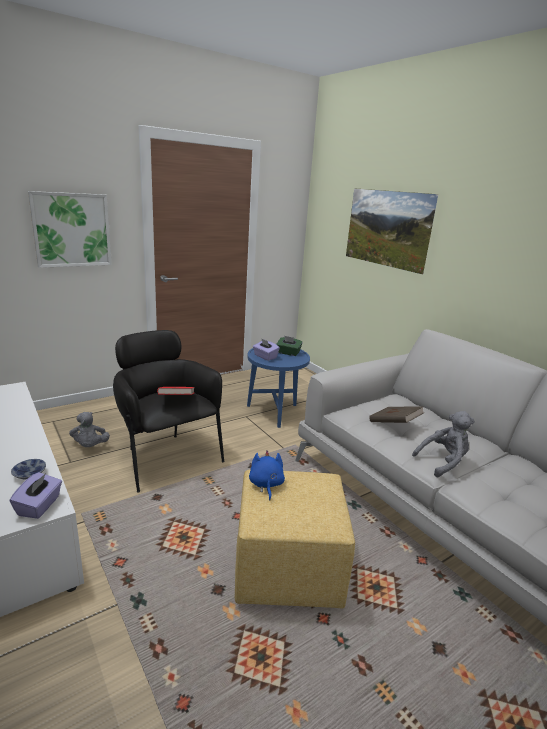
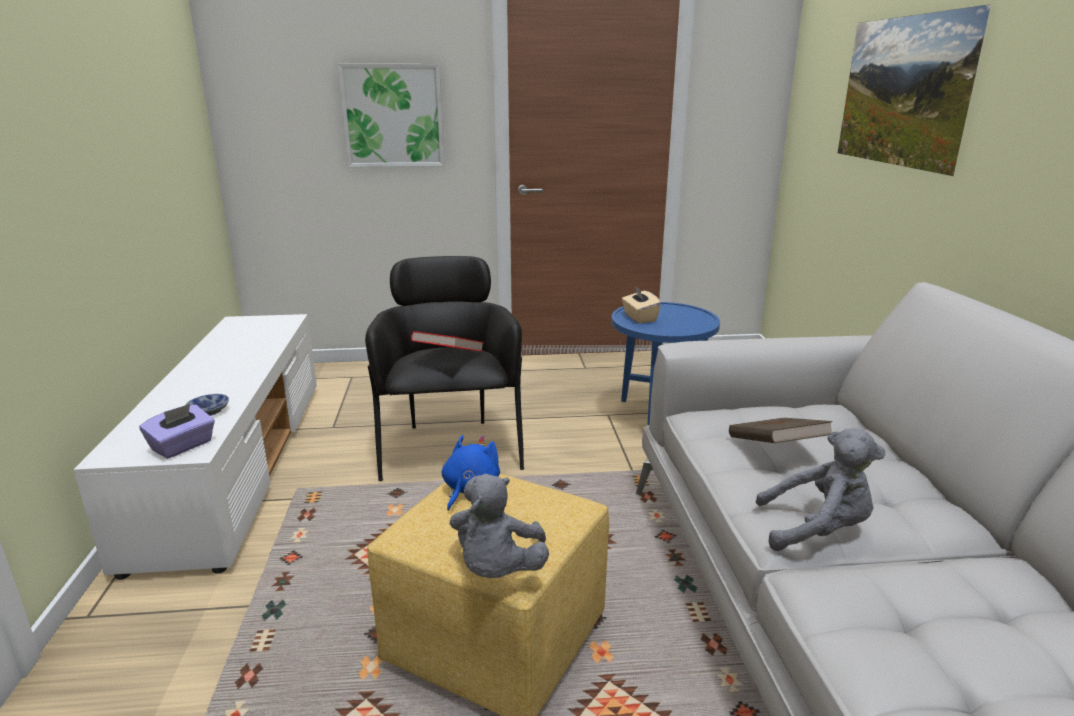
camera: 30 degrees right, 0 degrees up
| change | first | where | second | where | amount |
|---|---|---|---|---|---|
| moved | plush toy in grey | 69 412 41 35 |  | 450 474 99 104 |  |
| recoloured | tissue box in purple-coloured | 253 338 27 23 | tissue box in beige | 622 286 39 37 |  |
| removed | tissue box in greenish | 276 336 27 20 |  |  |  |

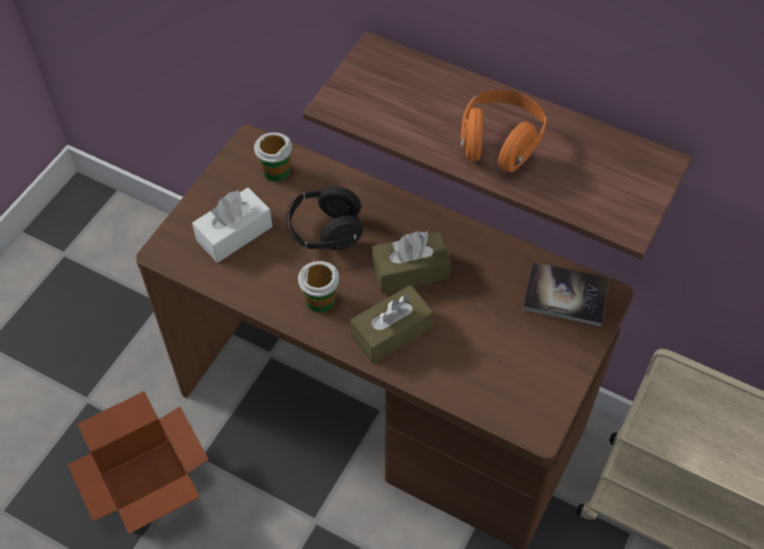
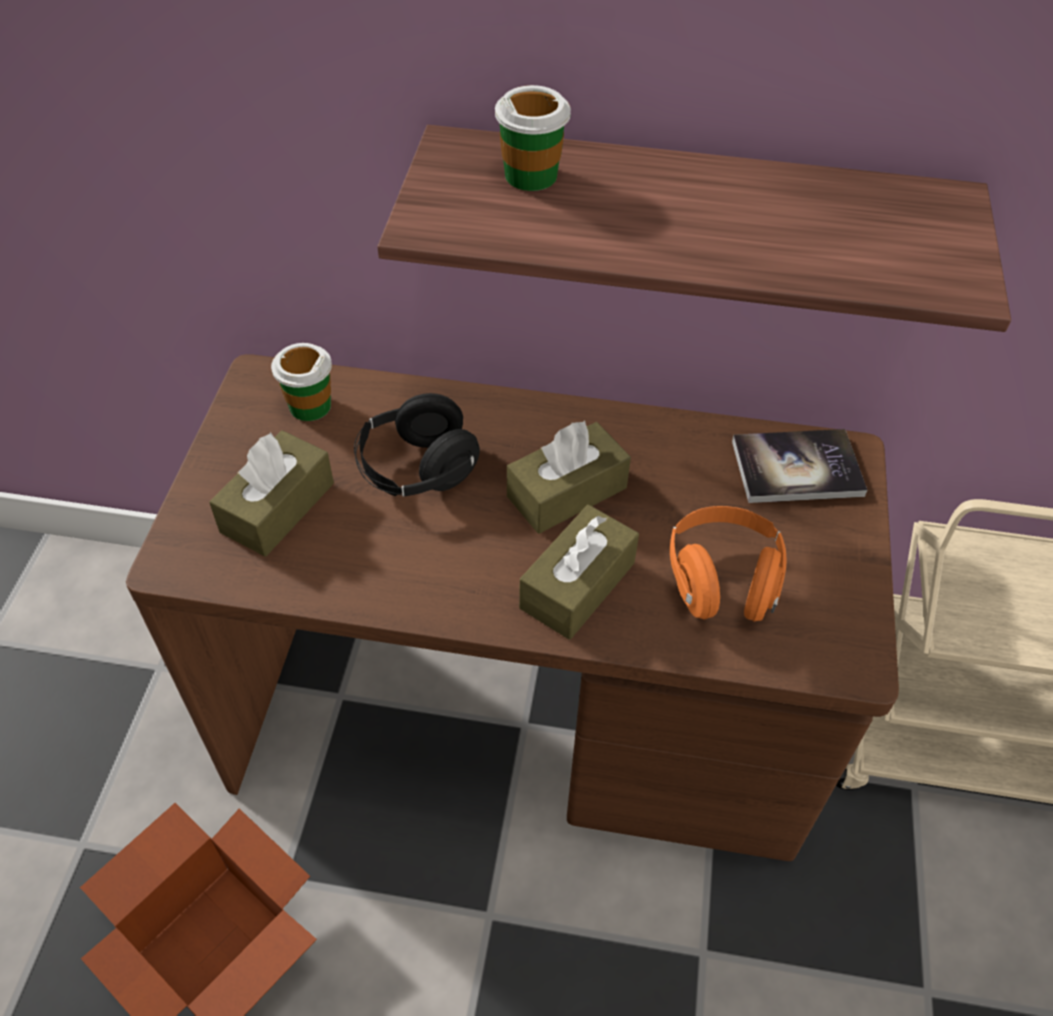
camera: 20 degrees left, 5 degrees down
| change | first | where | second | where | amount |
|---|---|---|---|---|---|
| recoloured | tissue box in white-coloured | 192 187 80 76 | tissue box in brown-coloured | 209 430 125 126 |  |
| moved | drinking cup | 298 261 42 52 |  | 495 85 76 106 |  |
| moved | pair of headphones in orange-coloured | 461 90 86 82 |  | 670 506 116 116 |  |

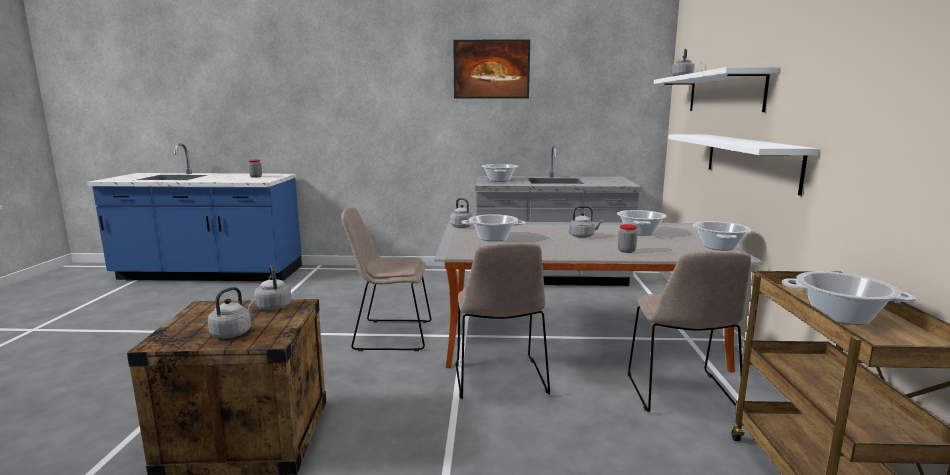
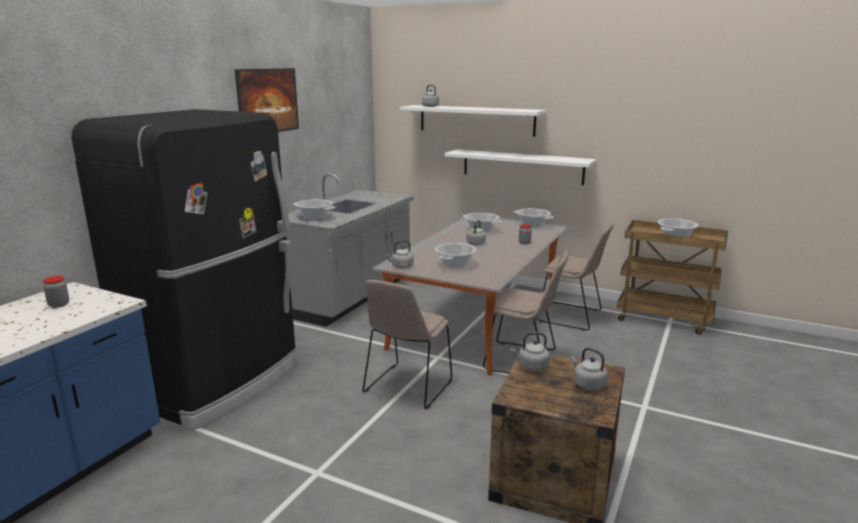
camera: 65 degrees left, 5 degrees up
| change | first | where | second | where | amount |
|---|---|---|---|---|---|
| added |  |  | kitchen fridge in black-coloured | 72 109 226 321 |  |

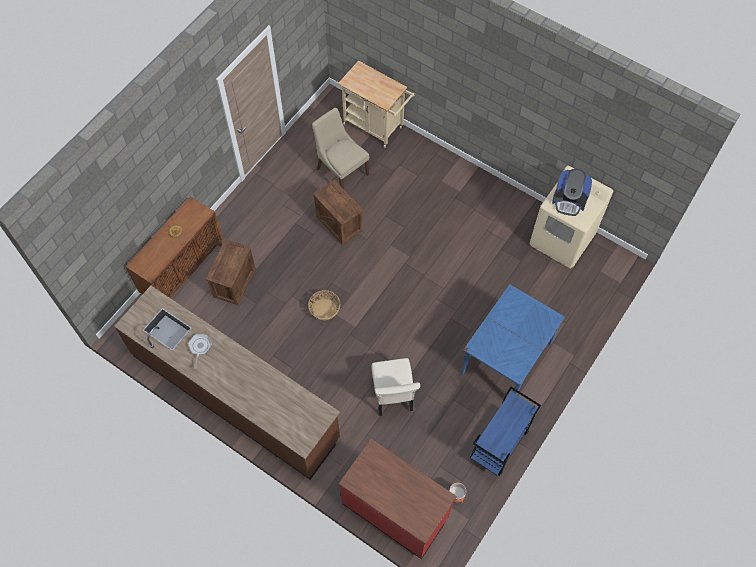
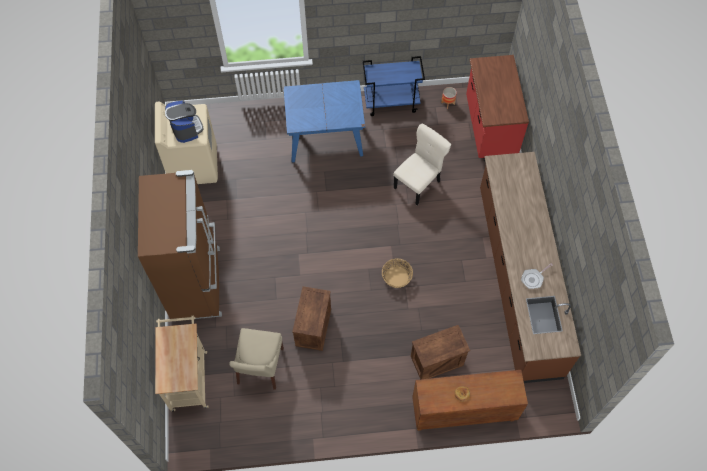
camera: 130 degrees left, 0 degrees up
| change | first | where | second | where | amount |
|---|---|---|---|---|---|
| added |  |  | kitchen fridge in brown-coloured | 138 170 84 149 |  |

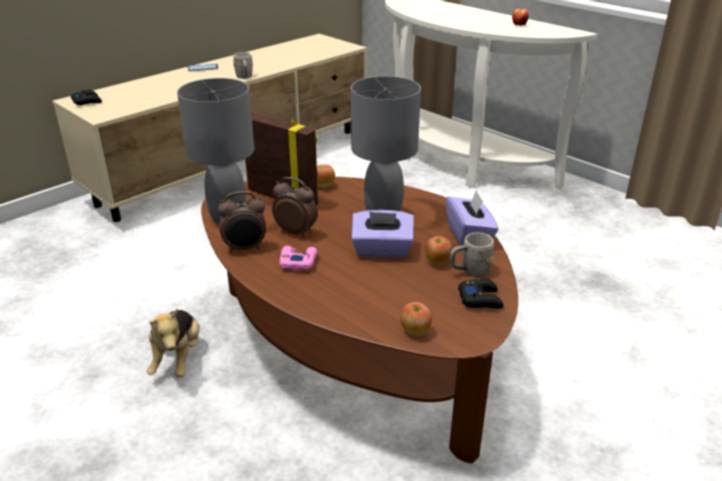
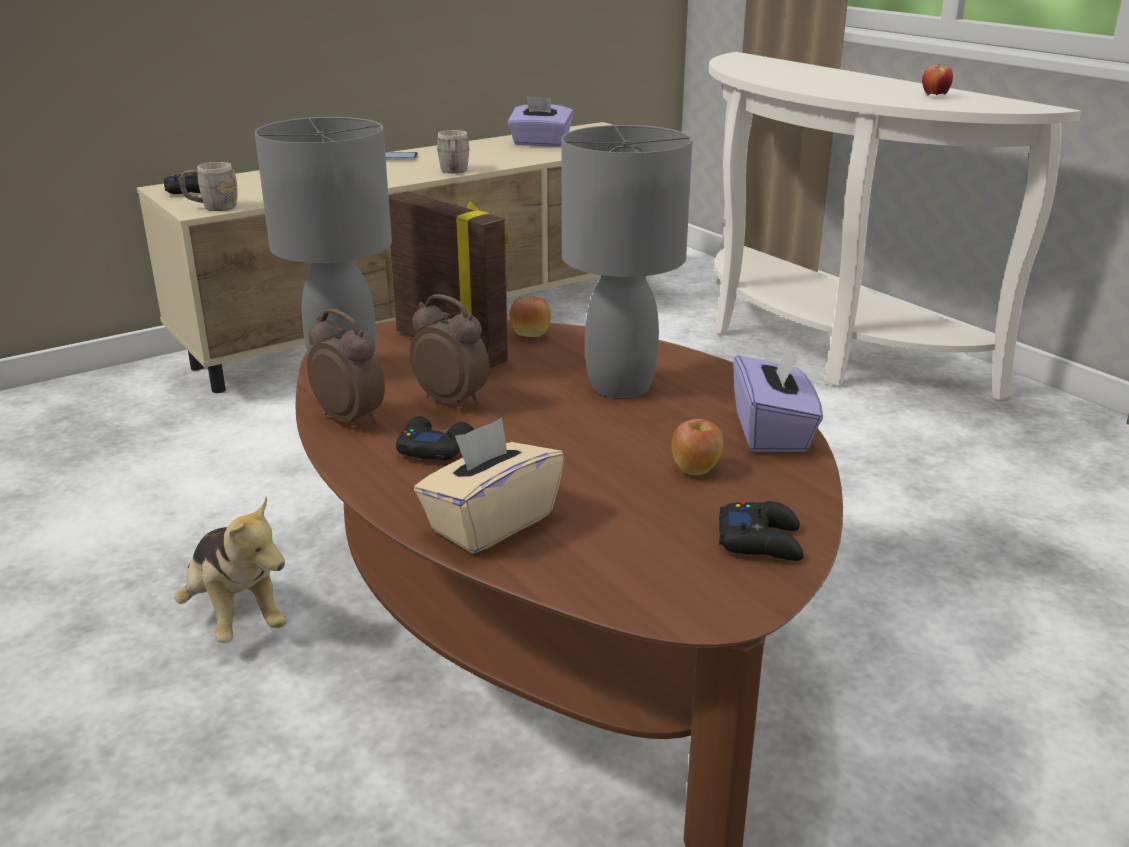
camera: 10 degrees right, 5 degrees down
| change | first | where | second | where | amount |
|---|---|---|---|---|---|
| turned | plush toy | 147 309 53 69 |  | 174 496 113 147 | 45 degrees counterclockwise |
| turned | table clock | 218 191 48 62 |  | 307 309 78 120 | 135 degrees counterclockwise |
| recoloured | joypad in pinkish | 279 246 39 24 | joypad in black-coloured | 396 417 78 43 |  |
| moved | tissue box in purple-coloured | 351 210 63 48 |  | 508 96 65 51 |  |
| removed | apple | 400 302 32 34 |  |  |  |
| moved | coffee mug in grey | 450 233 44 44 |  | 179 162 58 49 |  |
| added |  |  | tissue box in beige | 414 418 150 136 |  |

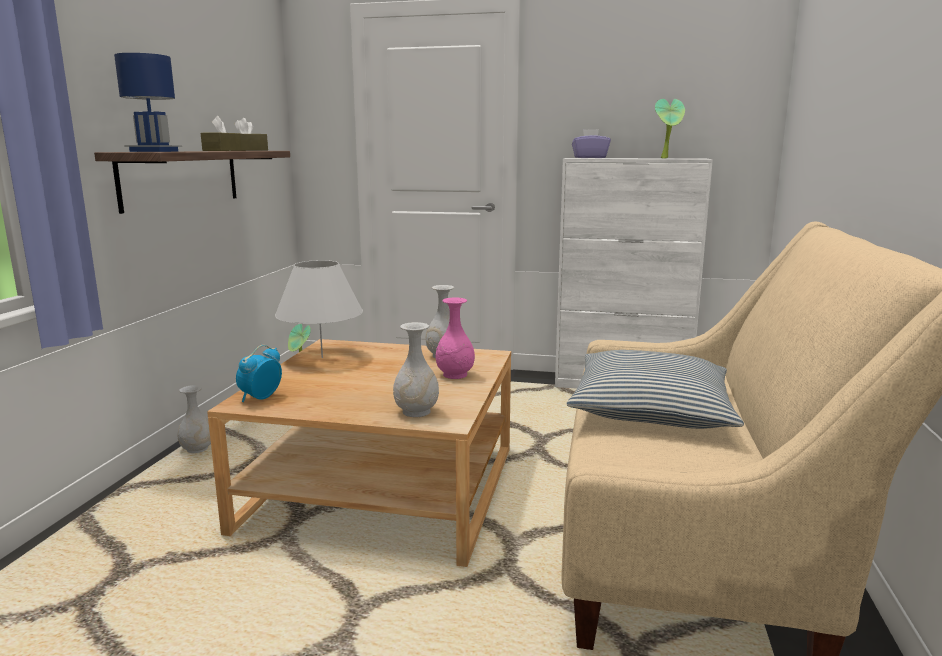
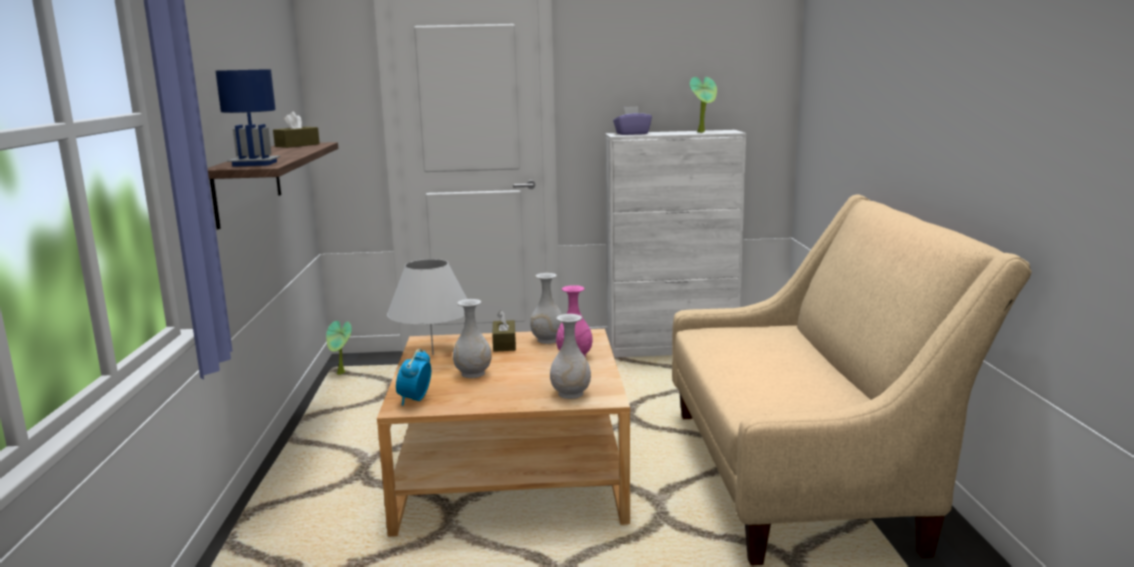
camera: 15 degrees left, 0 degrees up
| change | first | where | second | where | amount |
|---|---|---|---|---|---|
| moved | decorative vase in white-coloured | 178 385 33 68 |  | 453 299 39 79 |  |
| moved | tissue box in brown-coloured | 201 116 41 35 |  | 492 310 24 42 |  |
| removed | pillow | 567 350 177 79 |  |  |  |

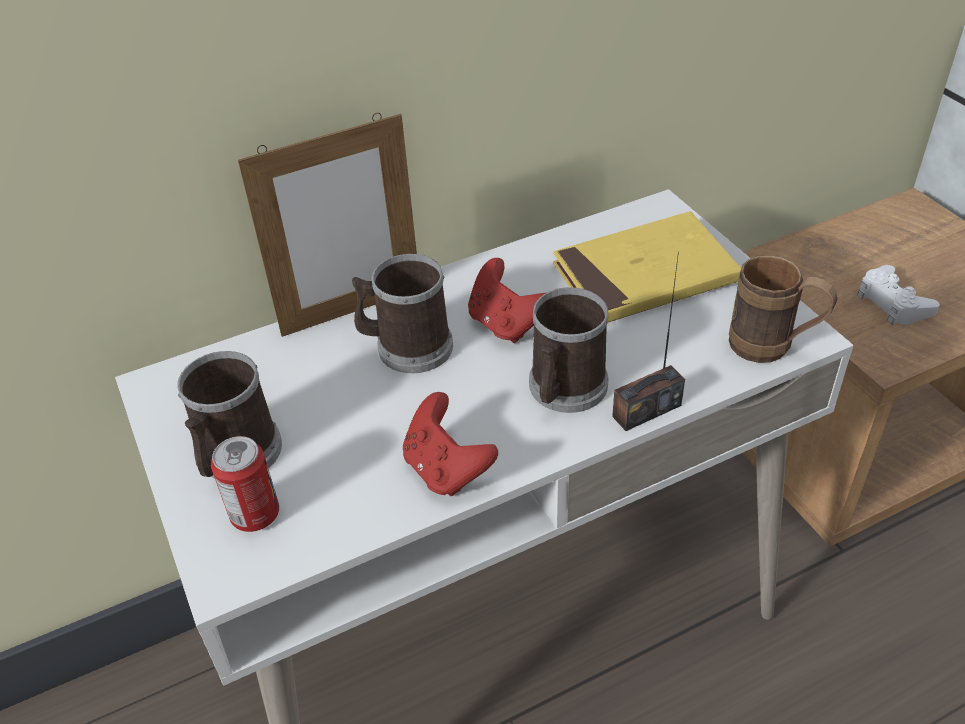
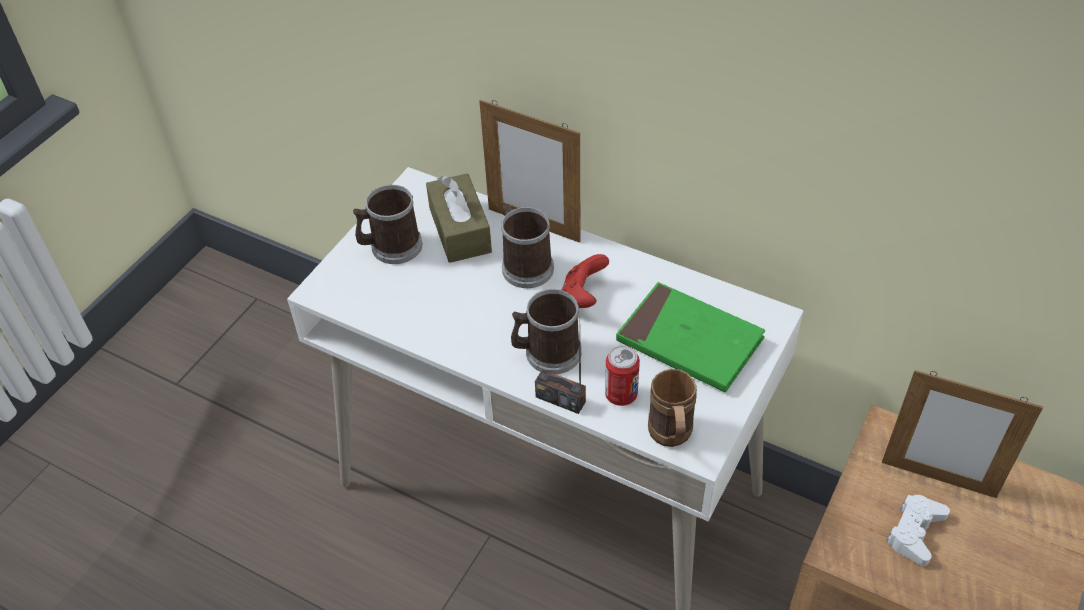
camera: 55 degrees right, 5 degrees up
| change | first | where | second | where | amount |
|---|---|---|---|---|---|
| moved | metal can | 211 436 68 96 |  | 605 346 35 60 |  |
| removed | joypad in reddish | 403 392 95 104 |  |  |  |
| recoloured | volume in yellowish | 553 211 189 111 | volume in greenish | 616 282 149 110 |  |
| added |  |  | tissue box in brown-coloured | 426 173 66 90 |  |
| added |  |  | picture frame | 882 370 161 128 |  |

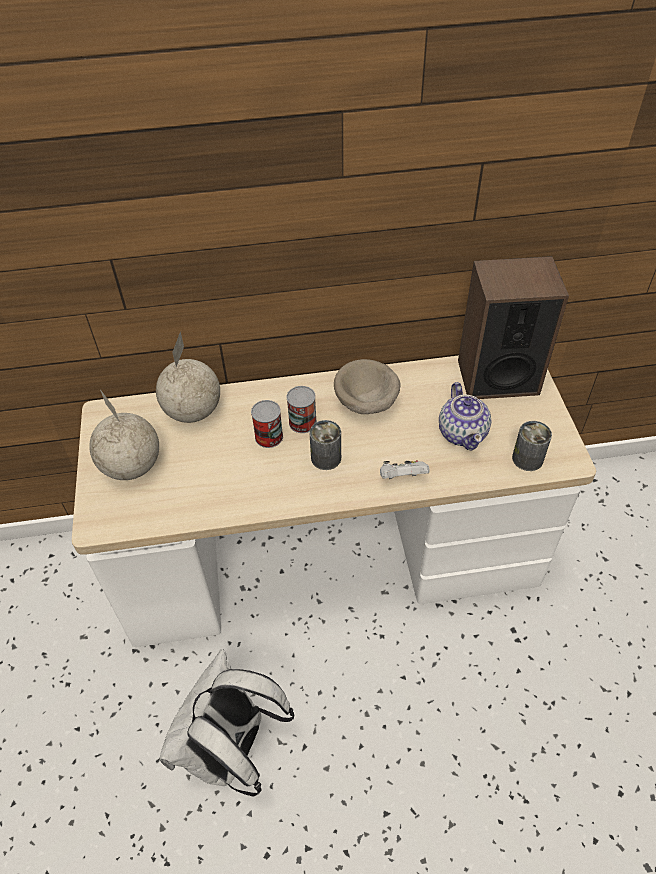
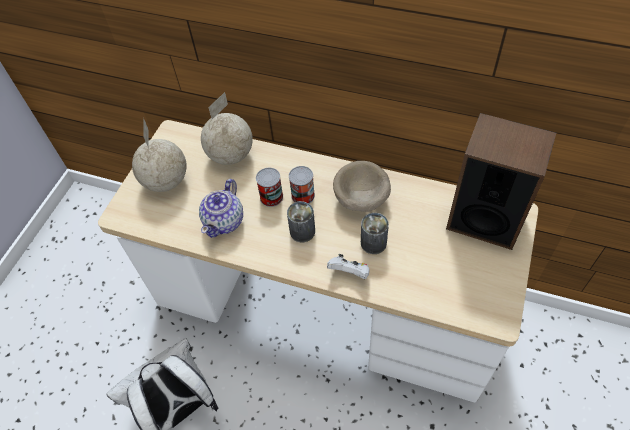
camera: 30 degrees right, 5 degrees up
| change | first | where | second | where | amount |
|---|---|---|---|---|---|
| moved | pot for tea | 439 382 52 69 |  | 199 179 44 59 |  |
| moved | metal can | 512 421 40 50 |  | 361 213 28 41 |  |

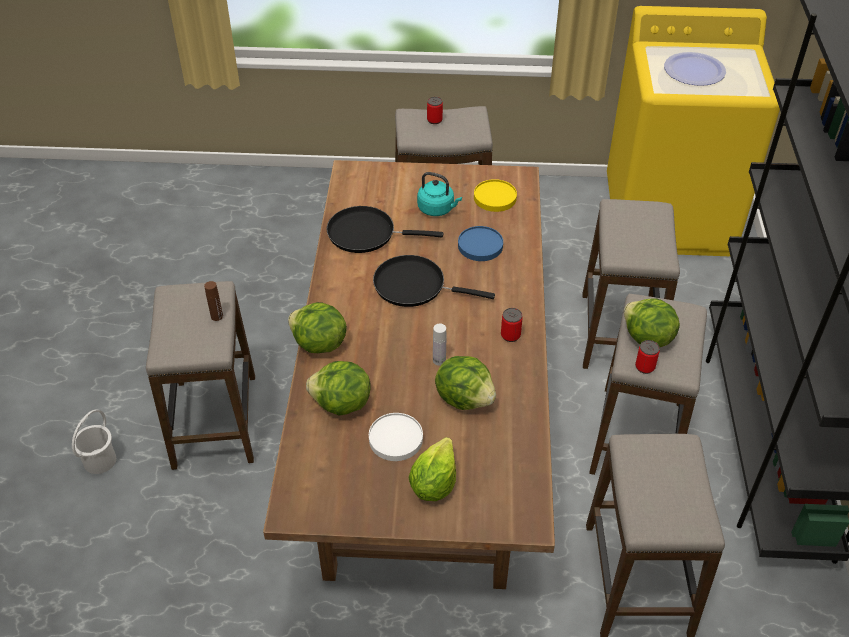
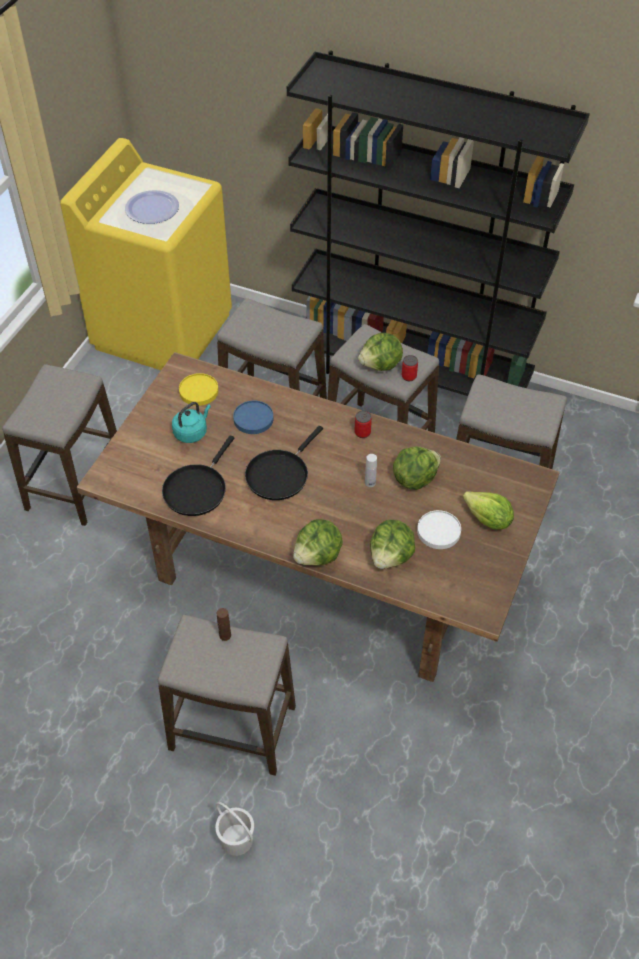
camera: 70 degrees left, 5 degrees up
| change | first | where | second | where | amount |
|---|---|---|---|---|---|
| removed | metal can | 427 97 16 27 |  |  |  |

